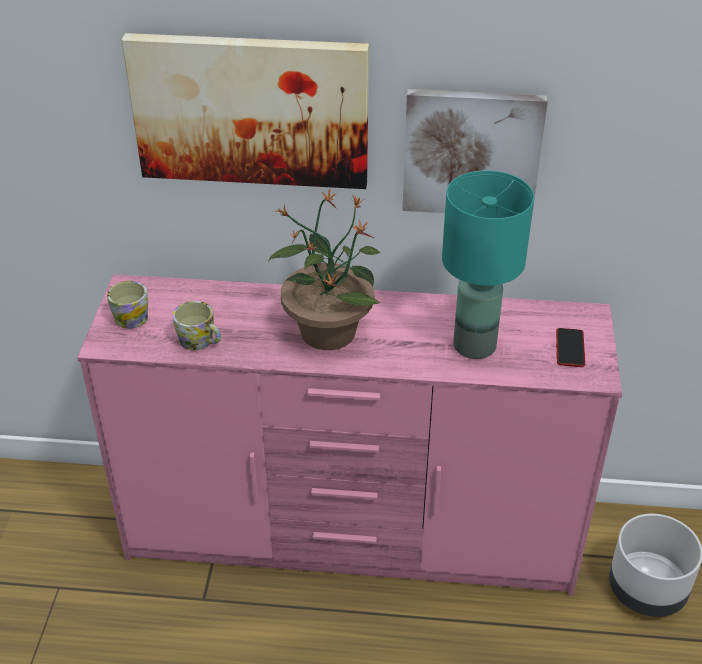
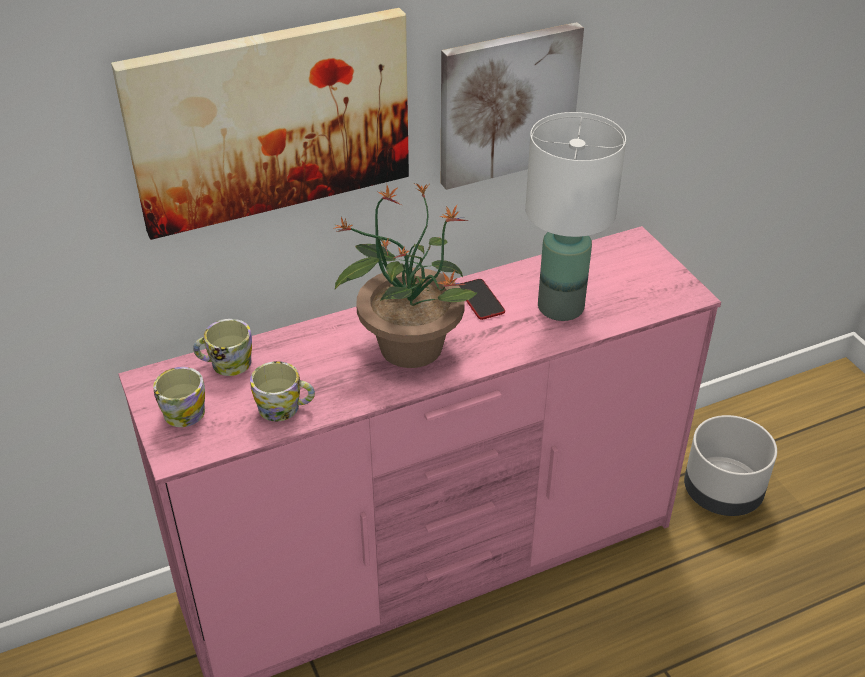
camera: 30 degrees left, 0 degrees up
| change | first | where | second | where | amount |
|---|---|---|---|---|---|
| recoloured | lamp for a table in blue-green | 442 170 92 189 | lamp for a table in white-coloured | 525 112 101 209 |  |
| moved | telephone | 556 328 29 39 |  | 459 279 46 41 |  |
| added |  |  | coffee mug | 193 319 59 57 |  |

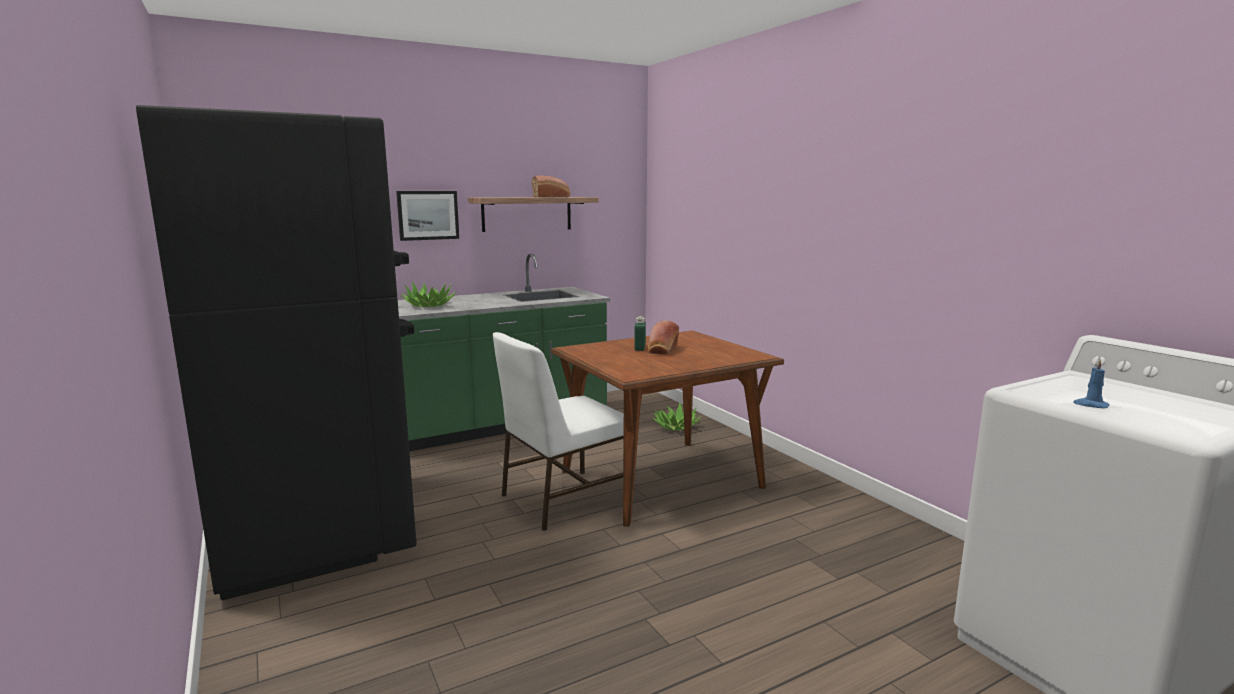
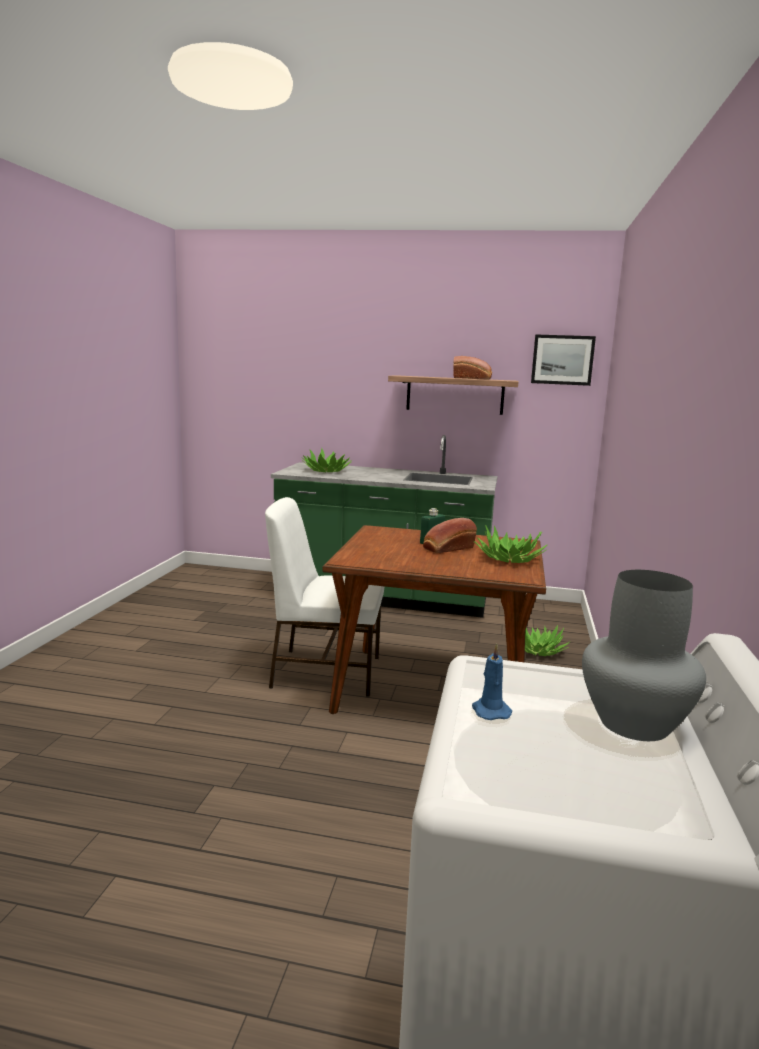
camera: 40 degrees right, 0 degrees up
| change | first | where | second | where | amount |
|---|---|---|---|---|---|
| removed | kitchen fridge in black-coloured | 136 105 281 495 |  |  |  |
| moved | wall art | 396 191 63 50 |  | 531 334 65 52 |  |
| added |  |  | potted plant | 474 525 73 38 |  |
| added |  |  | decorative vase in grey | 582 570 124 171 |  |

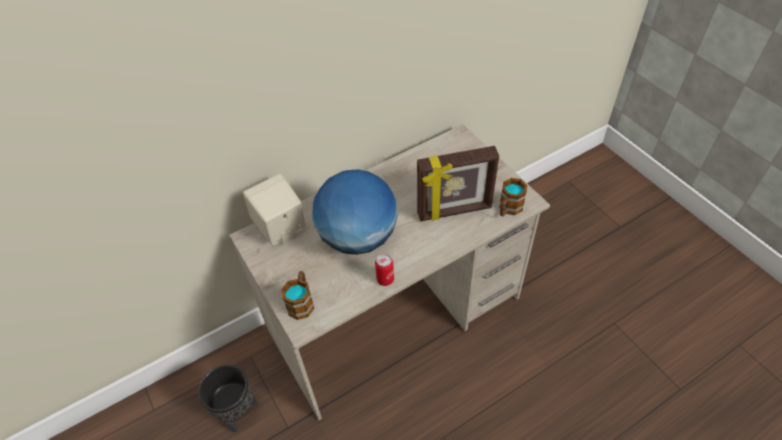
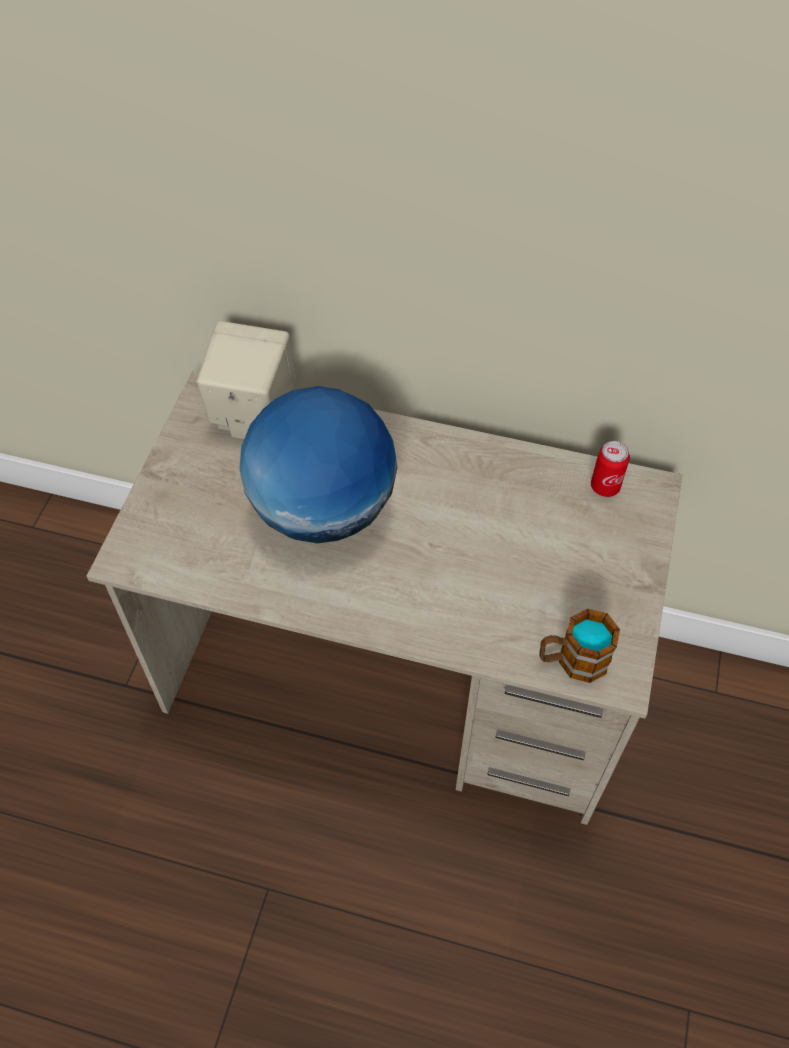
camera: 45 degrees right, 5 degrees up
| change | first | where | second | where | amount |
|---|---|---|---|---|---|
| removed | flower pot in black-coloured | 198 365 60 67 |  |  |  |
| removed | coffee mug | 281 271 33 49 |  |  |  |
| moved | metal can | 375 254 19 32 |  | 591 441 39 56 |  |
| removed | picture frame | 417 146 82 75 |  |  |  |

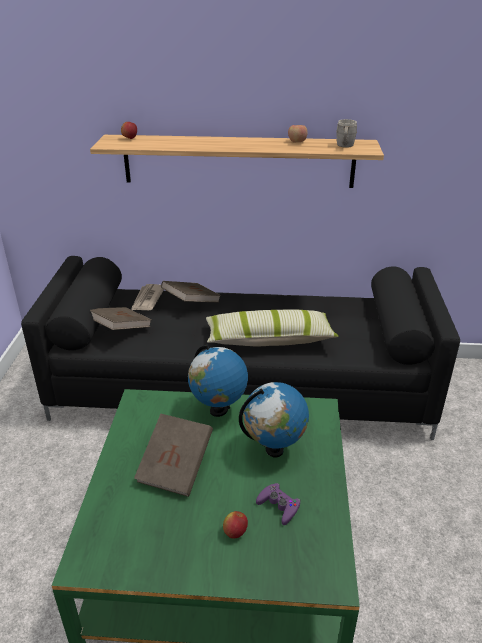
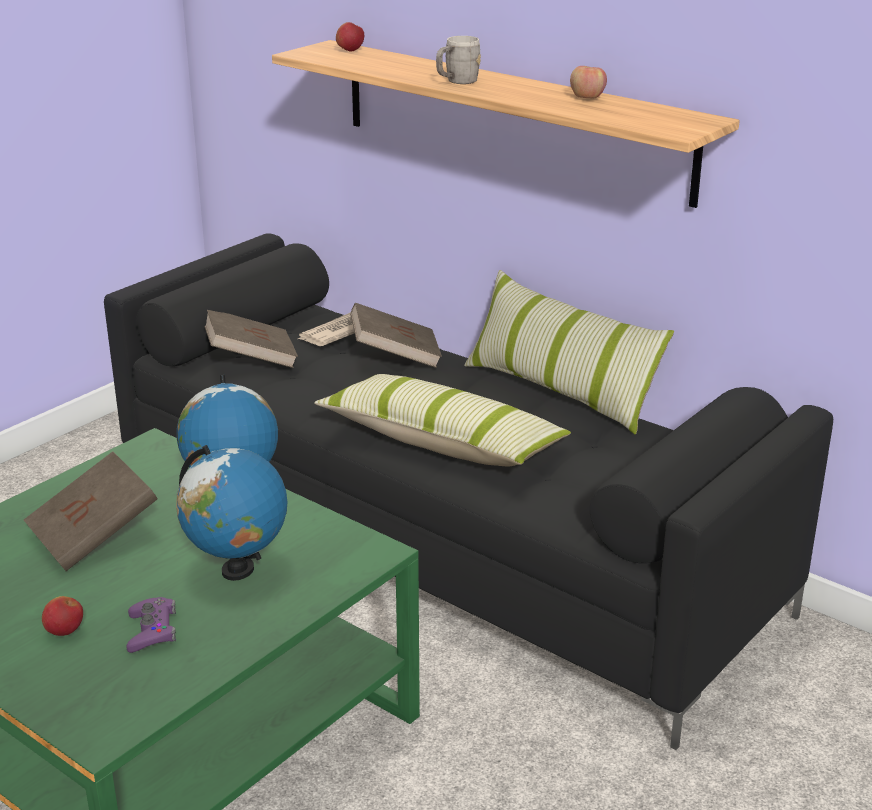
camera: 35 degrees right, 5 degrees down
| change | first | where | second | where | amount |
|---|---|---|---|---|---|
| moved | coffee mug in grey | 336 119 21 29 |  | 436 36 45 48 |  |
| added |  |  | pillow | 464 270 210 165 |  |

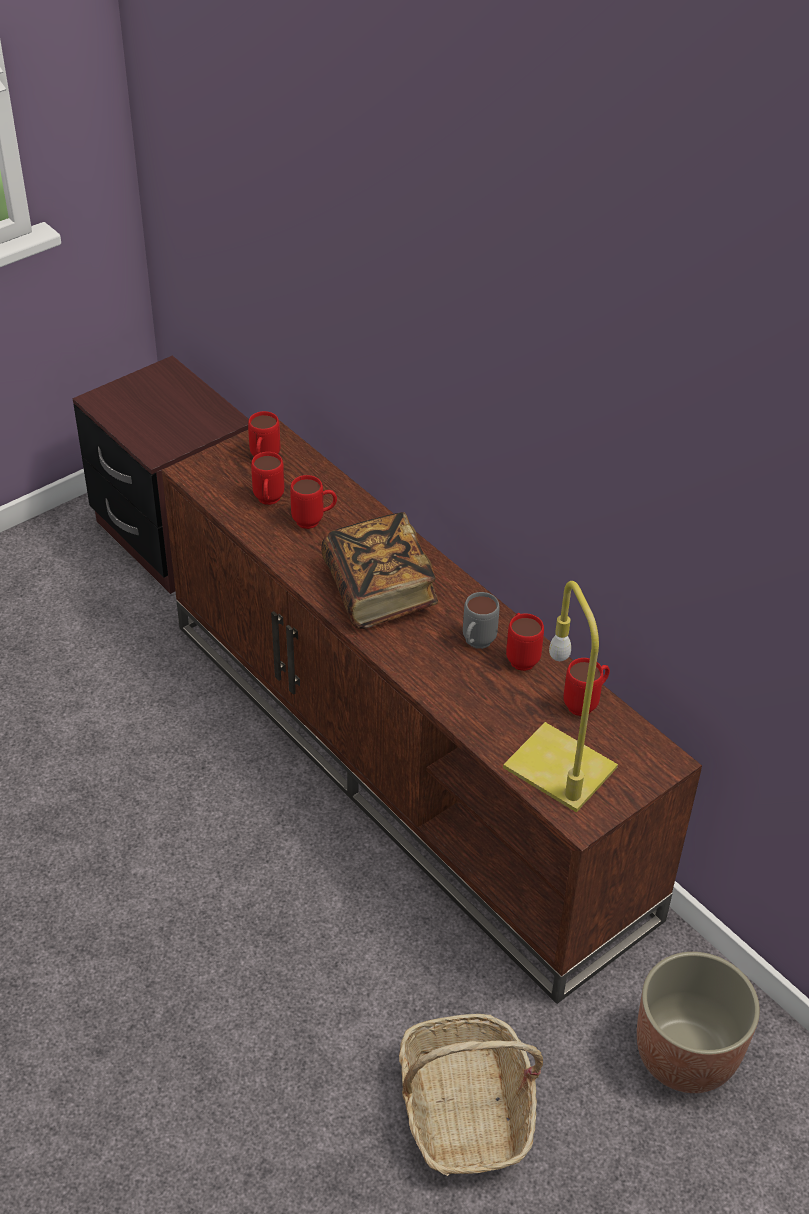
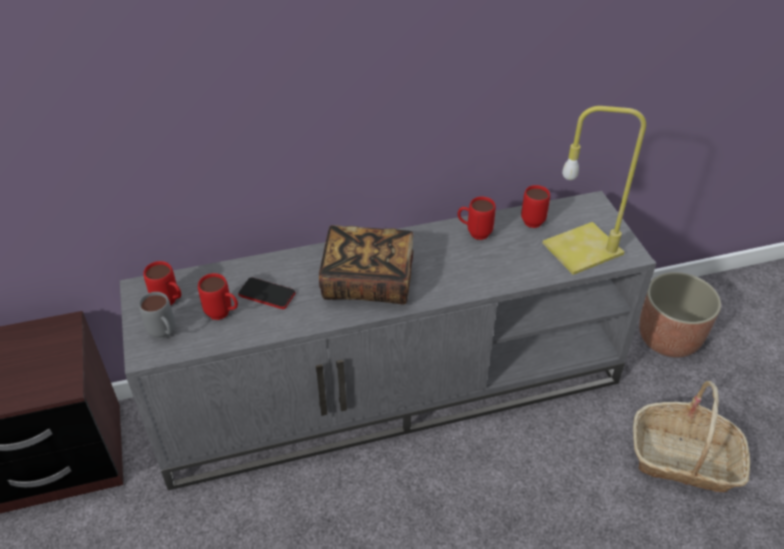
camera: 65 degrees left, 0 degrees up
| change | first | where | second | where | amount |
|---|---|---|---|---|---|
| recoloured | tv stand in brown-coloured | 162 420 540 584 | tv stand in grey | 120 191 536 299 |  |
| replaced | coffee mug in reddish | 290 475 47 54 | telephone | 238 277 58 32 |  |
| moved | coffee mug in grey | 463 592 37 57 |  | 139 292 36 47 |  |

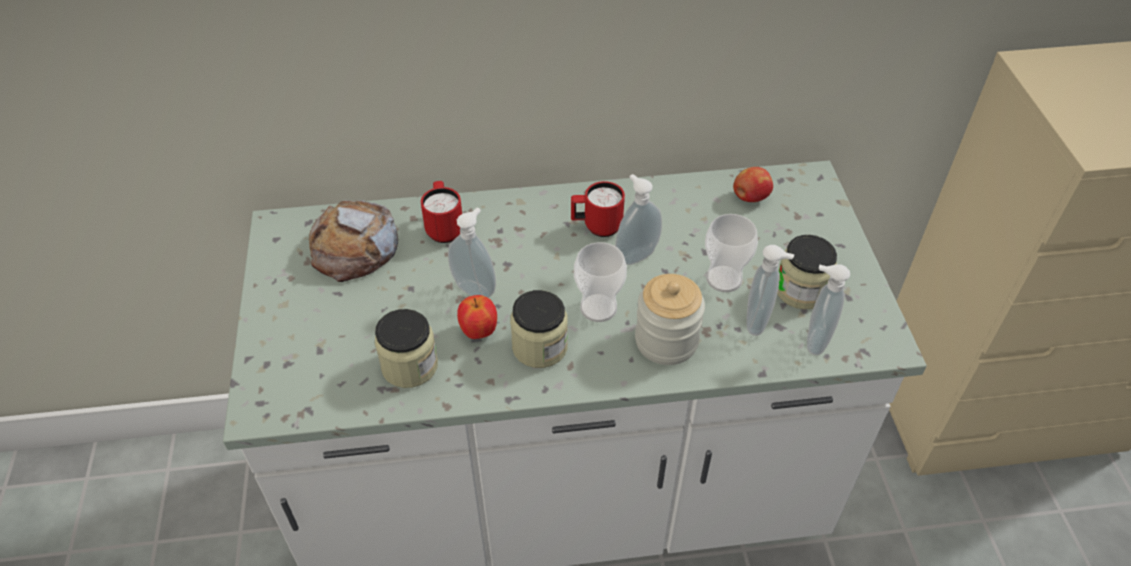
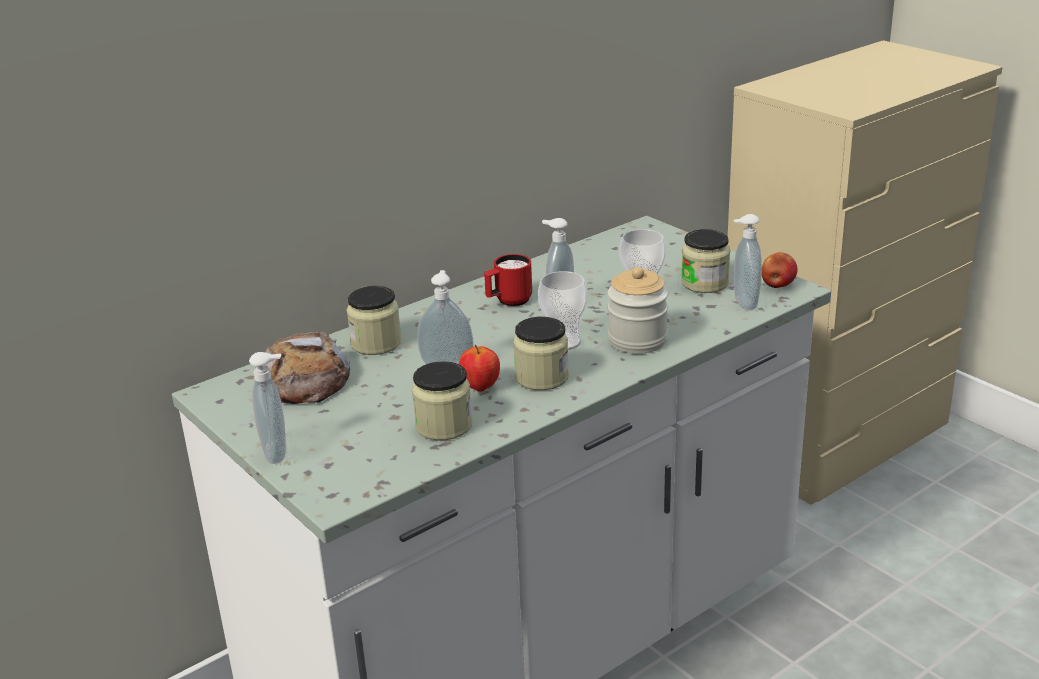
camera: 30 degrees left, 20 degrees down
| change | first | where | second | where | amount |
|---|---|---|---|---|---|
| replaced | coffee mug in reddish | 421 181 41 62 | jar | 347 286 55 69 |  |
| moved | apple | 733 167 40 35 |  | 762 252 35 36 |  |
| moved | liquid soap bottle | 746 245 48 91 |  | 249 352 37 112 |  |

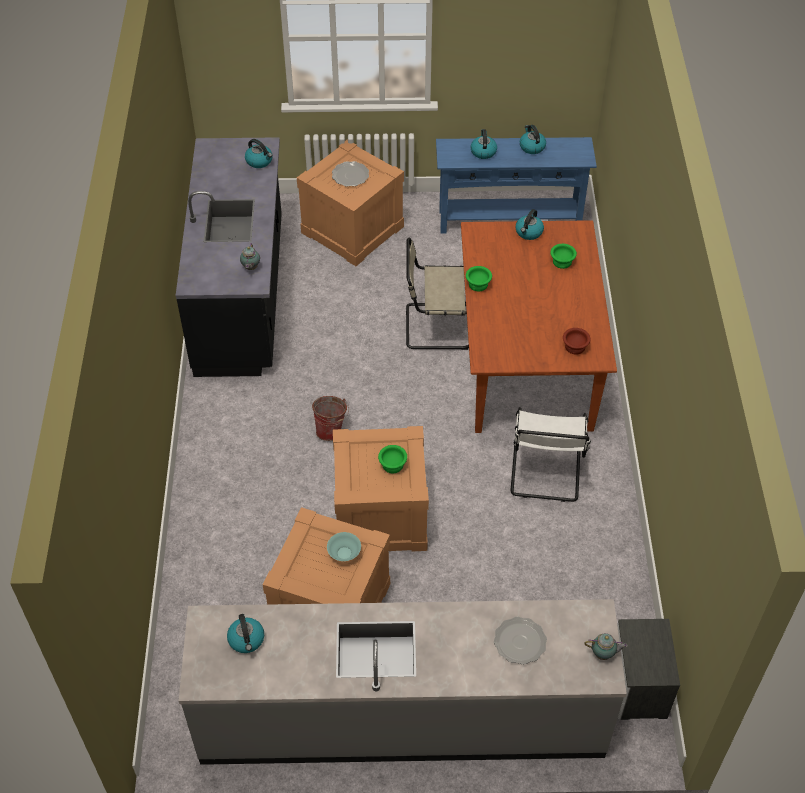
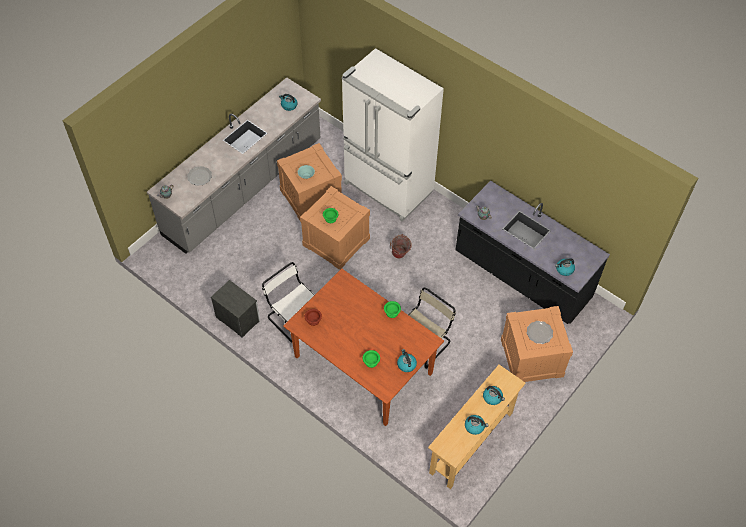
camera: 130 degrees right, 5 degrees up
| change | first | where | second | where | amount |
|---|---|---|---|---|---|
| recoloured | hall table in bluish | 436 137 161 97 | hall table in beige | 428 364 98 125 |  |
| moved | night table | 617 619 63 101 |  | 211 280 49 58 |  |
| added |  |  | kitchen fridge in white-coloured | 342 48 102 174 |  |

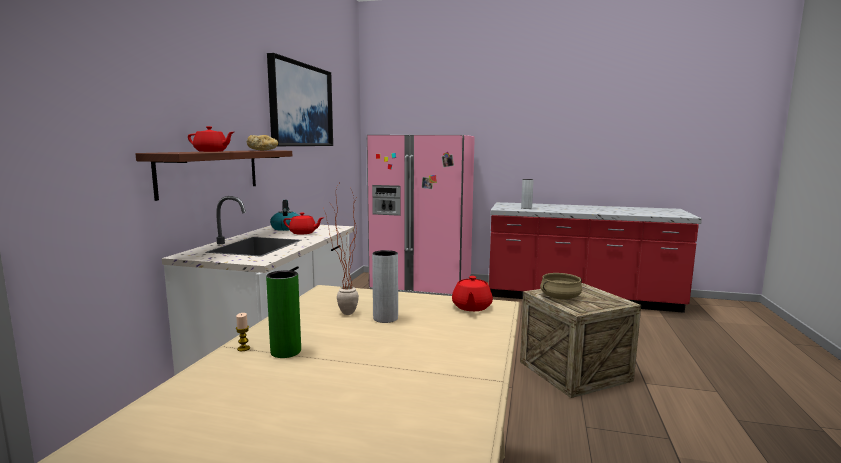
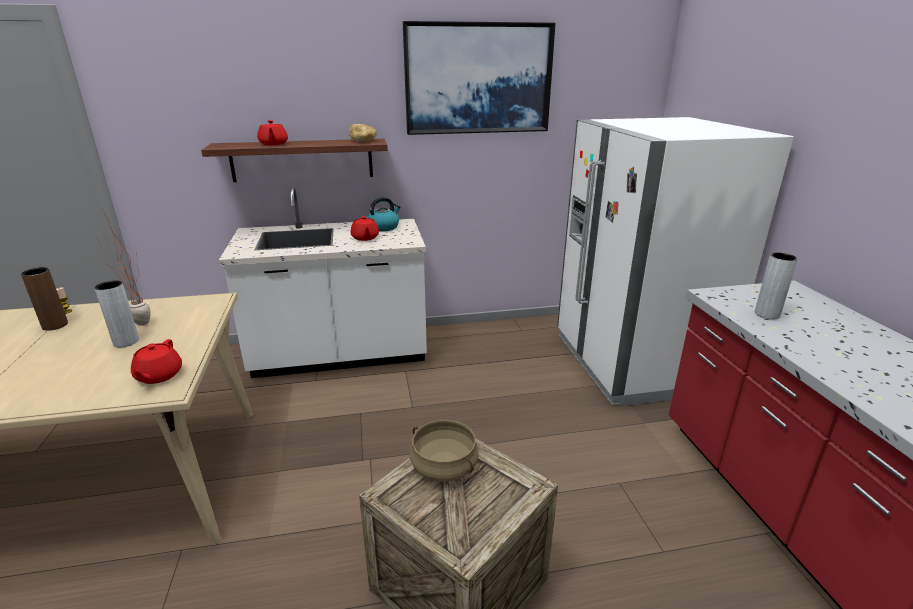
camera: 65 degrees right, 15 degrees up
| change | first | where | second | where | amount |
|---|---|---|---|---|---|
| recoloured | decorative vase in greenish | 266 270 35 88 | decorative vase in brown-coloured | 21 267 47 64 |  |
| recoloured | kitchen fridge in pinkish | 367 135 108 161 | kitchen fridge in white-coloured | 557 117 237 289 |  |
| turned | pot for tea in reddish | 452 276 41 35 |  | 131 339 51 45 | 75 degrees counterclockwise |

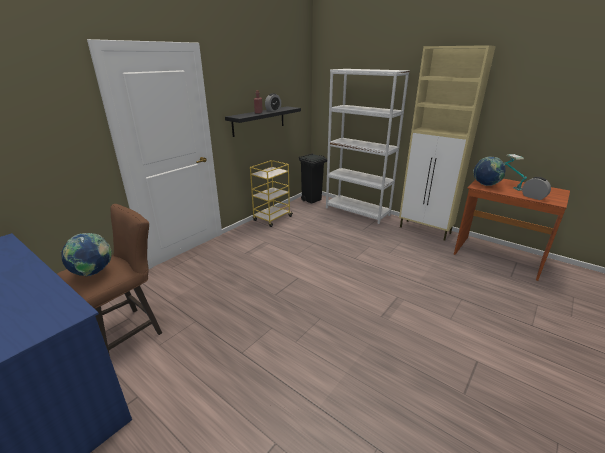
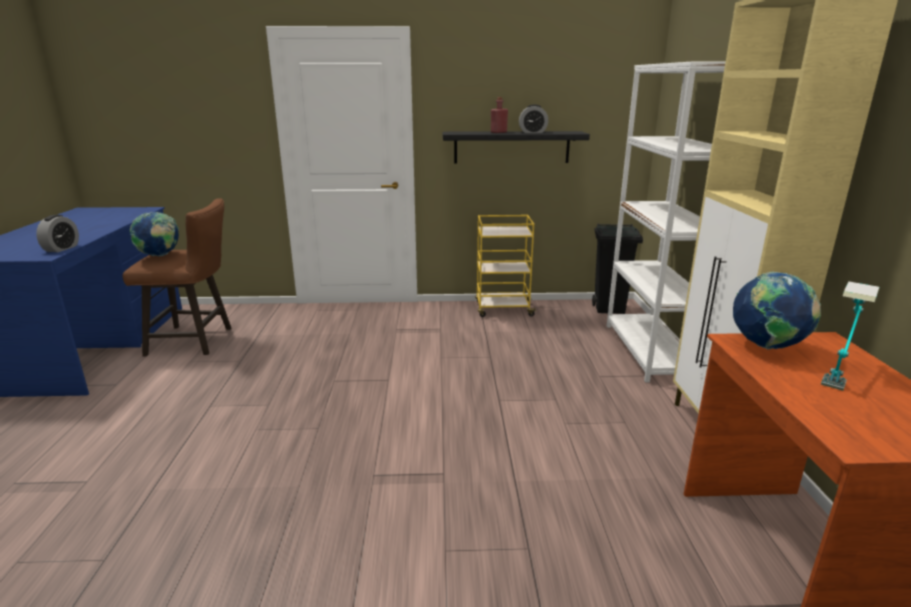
camera: 50 degrees right, 5 degrees down
| change | first | where | second | where | amount |
|---|---|---|---|---|---|
| moved | table clock | 522 177 29 23 |  | 36 215 43 37 |  |

